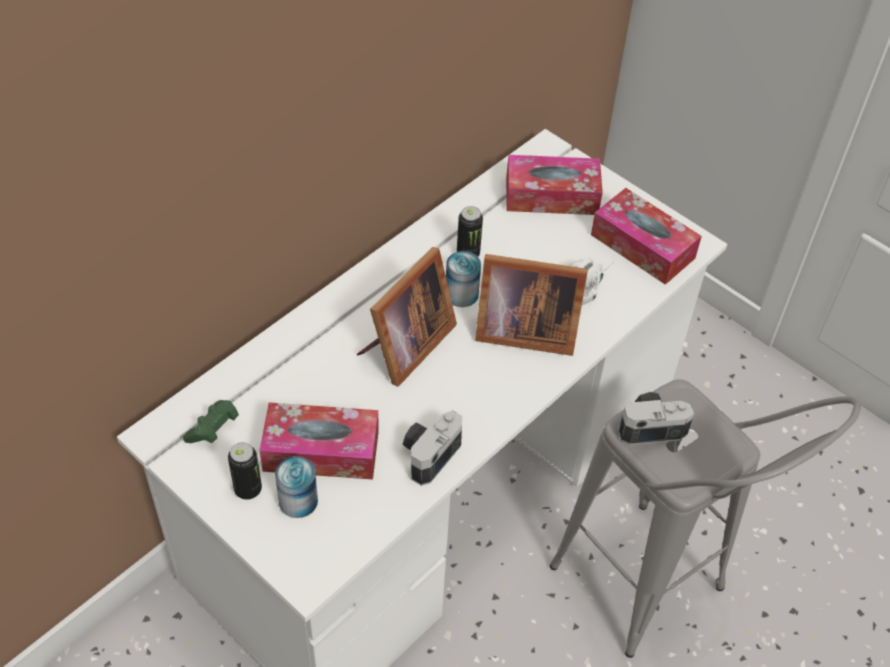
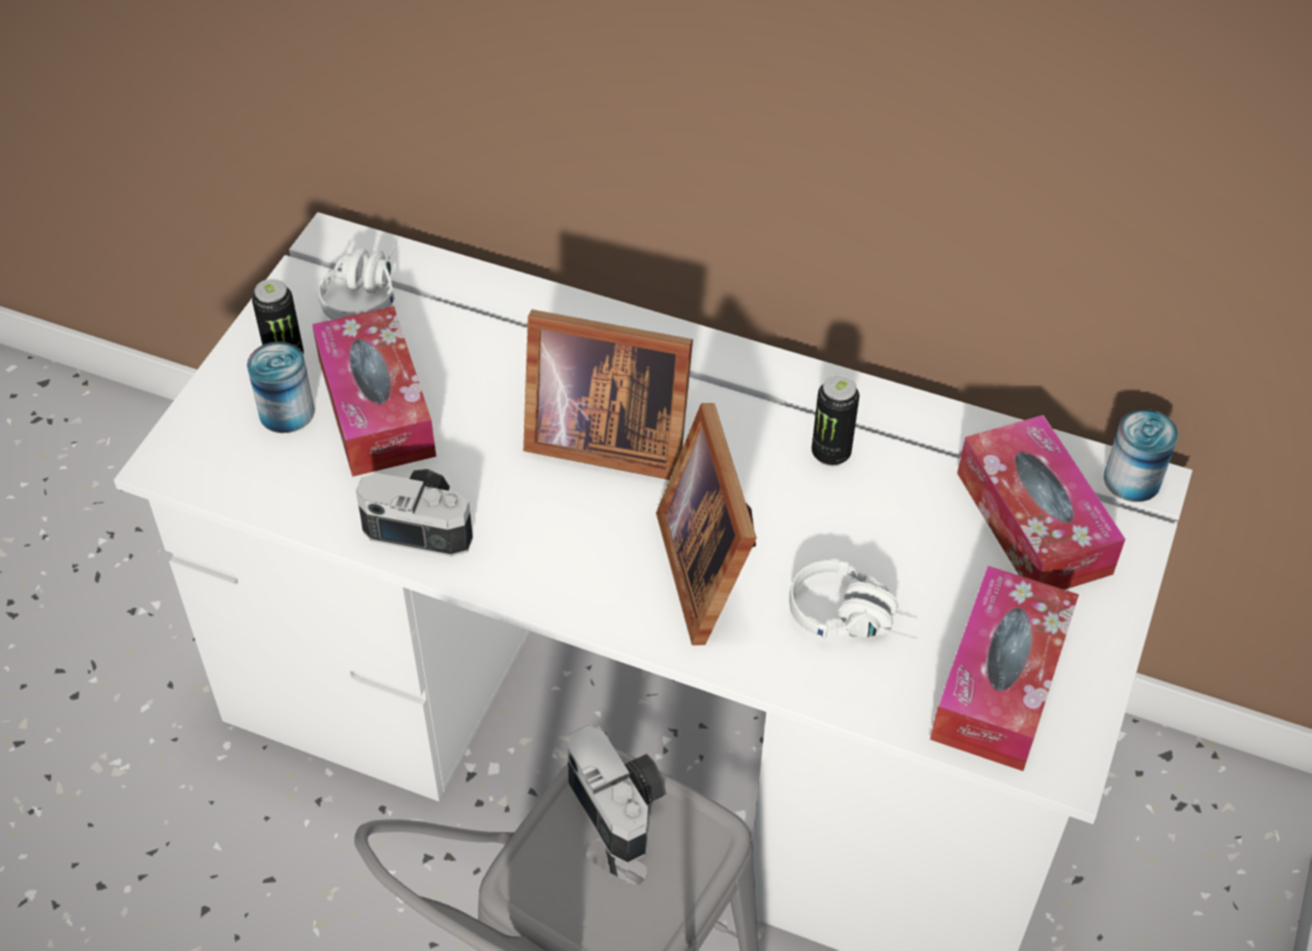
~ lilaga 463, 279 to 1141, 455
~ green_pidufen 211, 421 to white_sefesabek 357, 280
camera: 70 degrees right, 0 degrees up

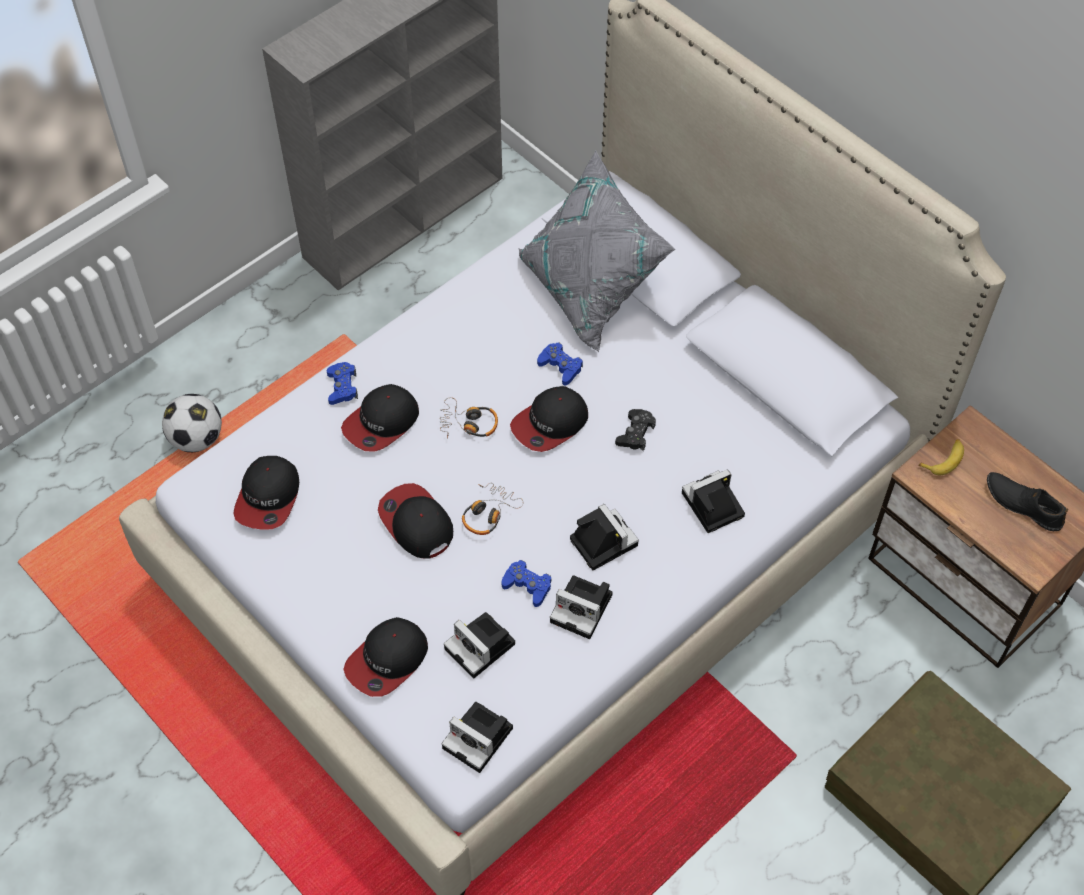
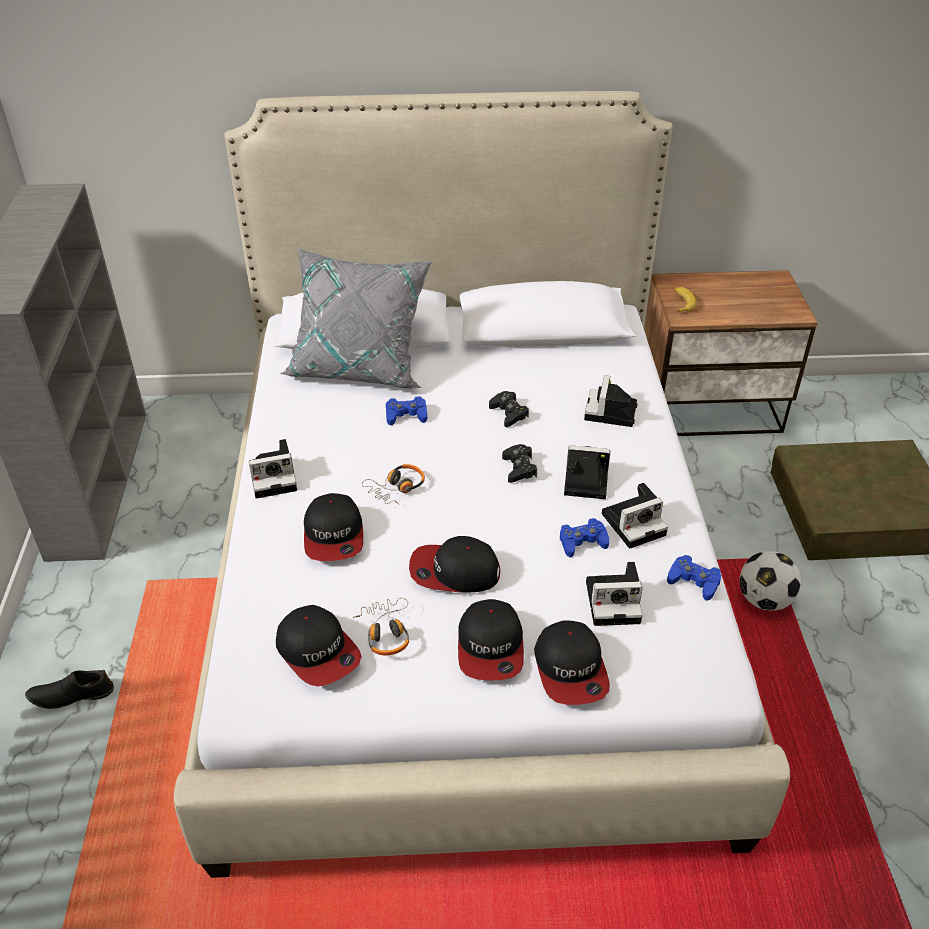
~ blue_pidufen 342, 383 to 694, 578
~ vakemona 549, 419 to 491, 640
~ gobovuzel 192, 423 to 770, 581
~ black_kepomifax 1027, 501 to 69, 689
~ sefesabek 493, 509 to 381, 626
~ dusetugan 477, 737 to 273, 469
+ black_pidufen 519, 463
camera: 50 degrees left, 15 degrees down

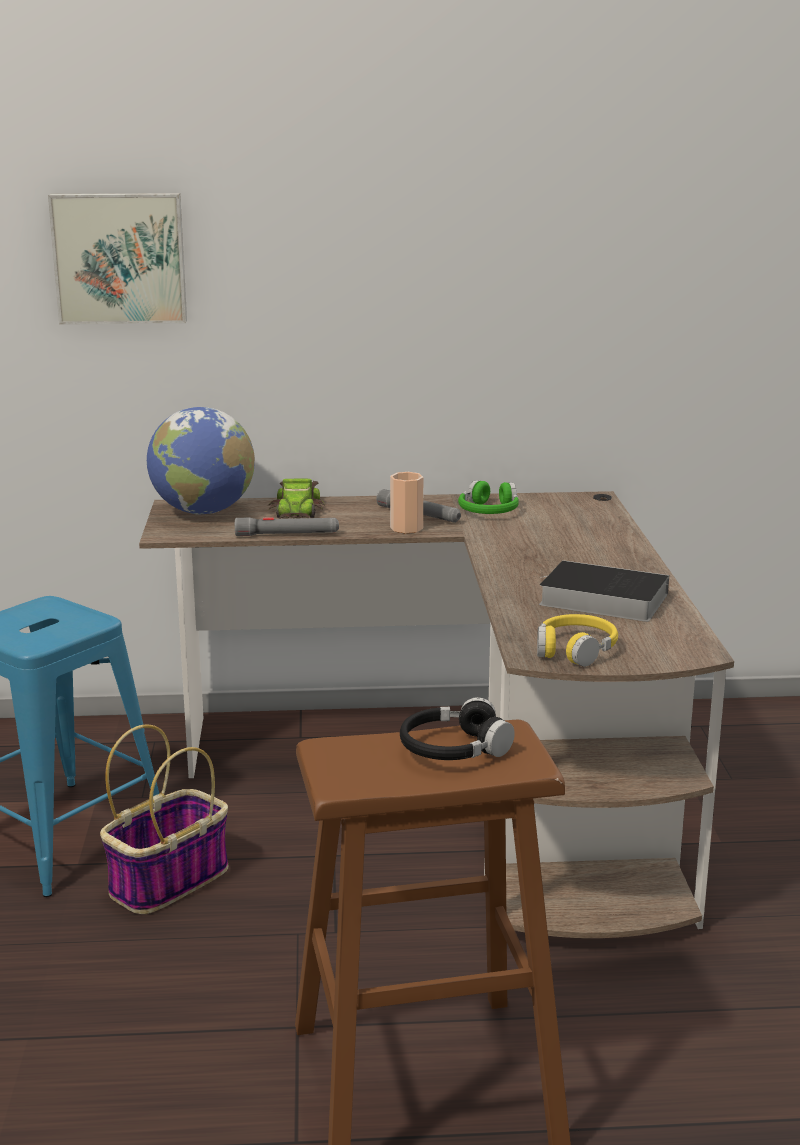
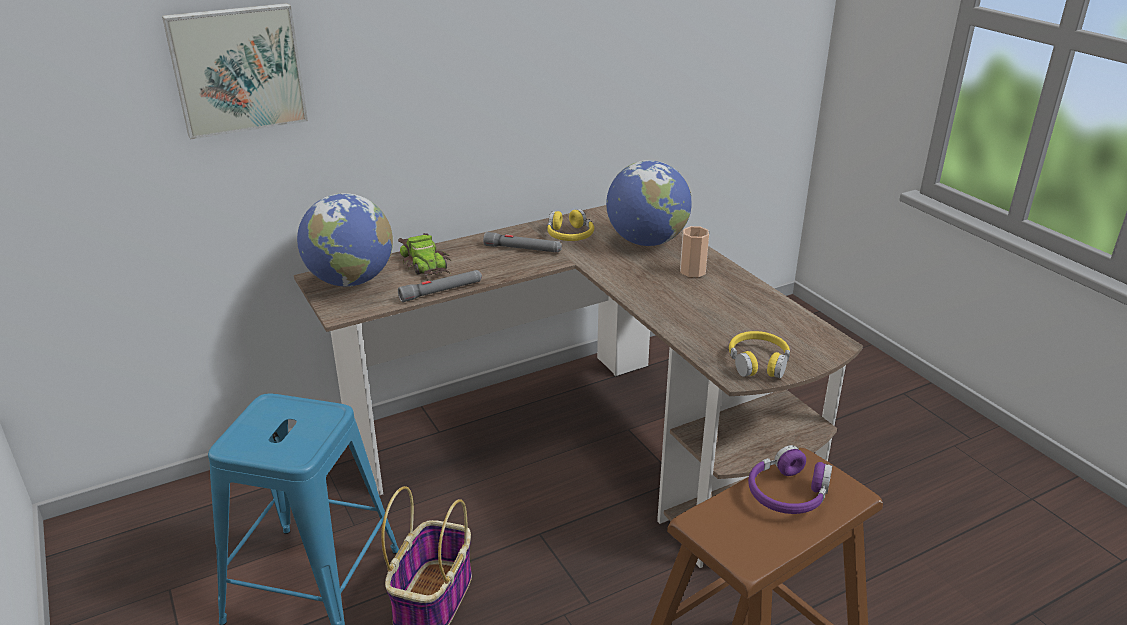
~ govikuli 406, 502 to 694, 251
~ green_sefesabek 488, 497 to yellow_sefesabek 570, 225
- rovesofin 604, 591
~ black_sefesabek 457, 728 to purple_sefesabek 790, 479
+ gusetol 649, 203
camera: 25 degrees left, 10 degrees up

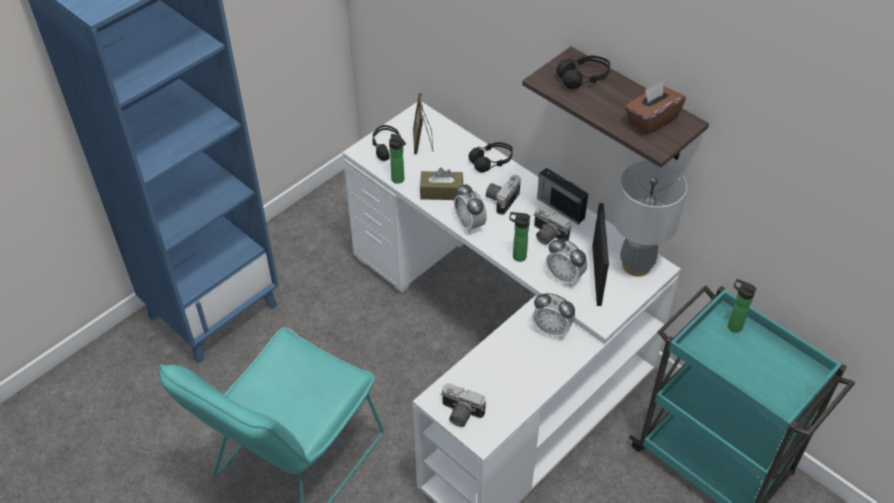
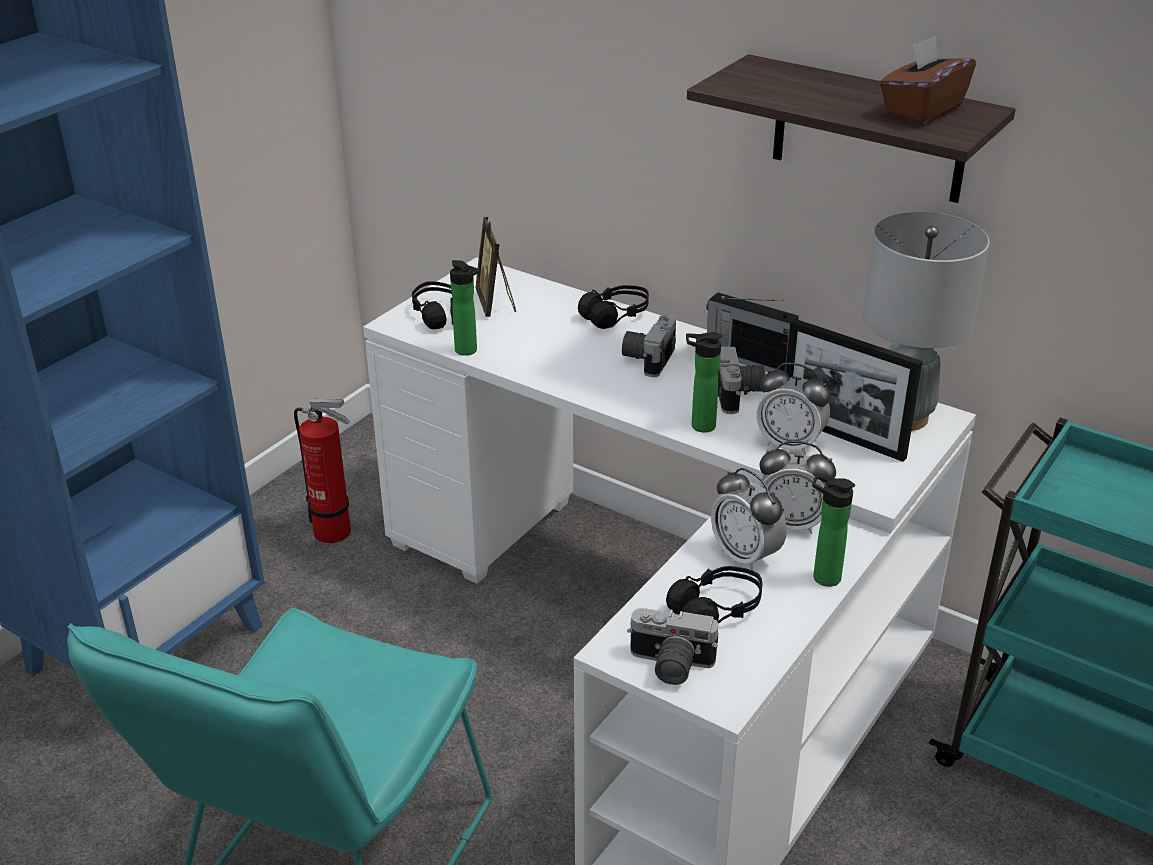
~ black_sefesabek 583, 72 to 714, 595
- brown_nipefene 441, 184
~ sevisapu 470, 208 to 749, 519
~ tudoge 600, 254 = 854, 390 135 degrees clockwise
~ dusetugan 552, 225 = 741, 380 120 degrees counterclockwise
~ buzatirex 742, 306 to 833, 530
+ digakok 322, 471
camera: 10 degrees left, 15 degrees down

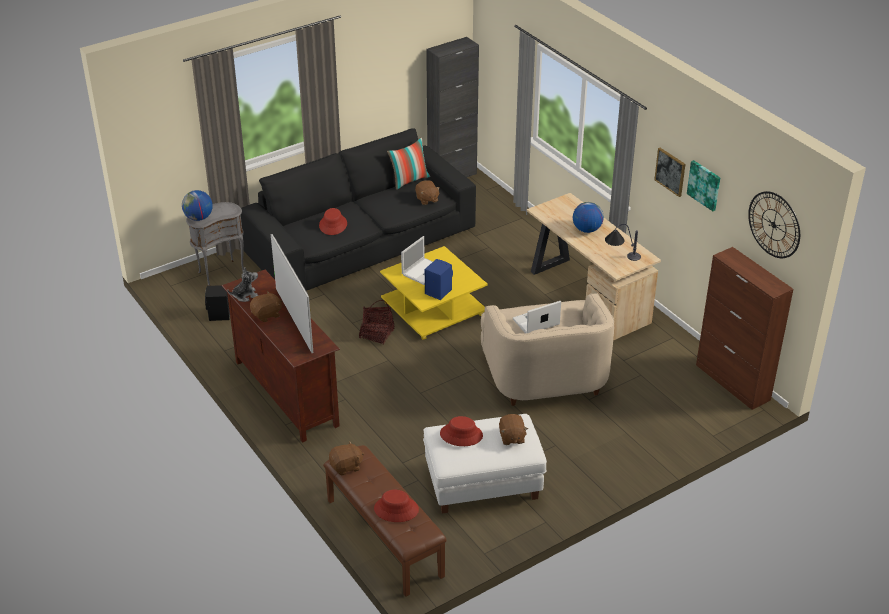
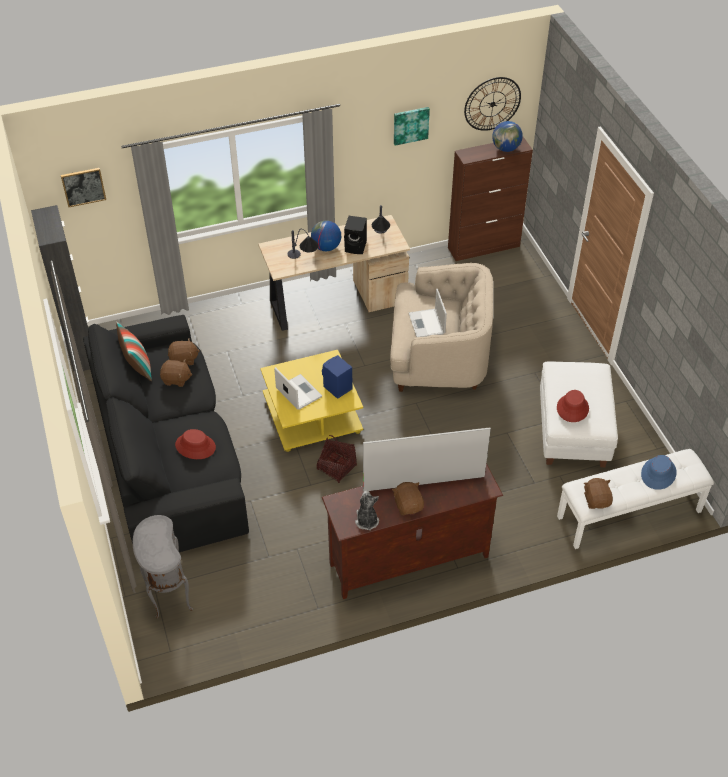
~ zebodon 669, 172 to 83, 188
~ gusetol 197, 205 to 507, 136
~ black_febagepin 217, 303 to 355, 235
~ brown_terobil 513, 429 to 176, 373
~ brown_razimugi 385, 521 to white_razimugi 635, 499
~ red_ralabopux 396, 506 to blue_ralabopux 659, 472
+ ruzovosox 303, 244
camera: 75 degrees left, 10 degrees up

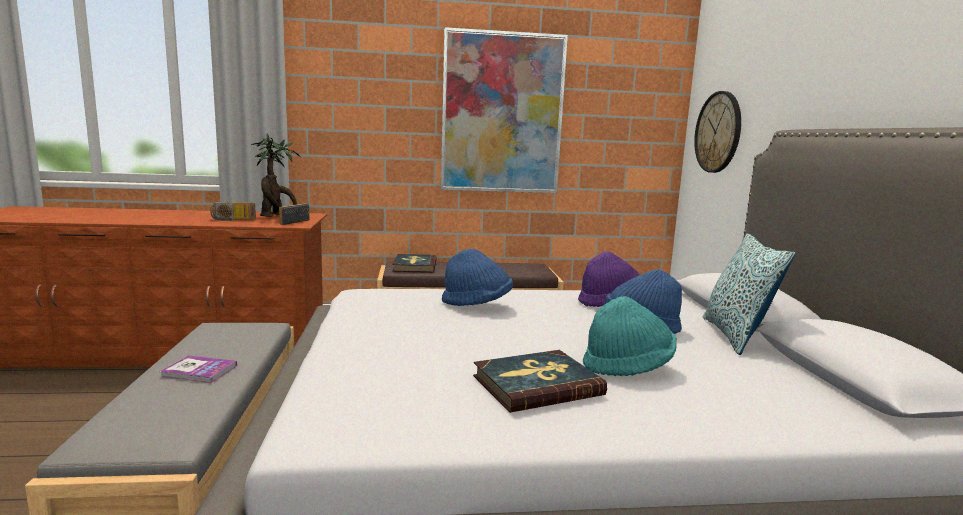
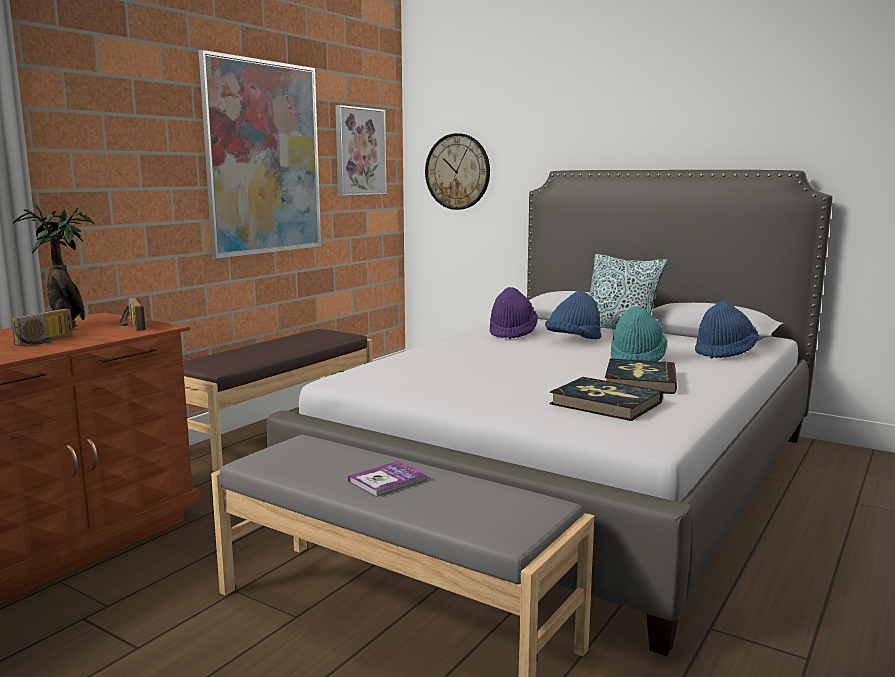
~ blue_ralabopux 477, 277 to 727, 329
~ rovesofin 414, 263 to 606, 399
+ zebodon 361, 150
camera: 50 degrees left, 0 degrees up

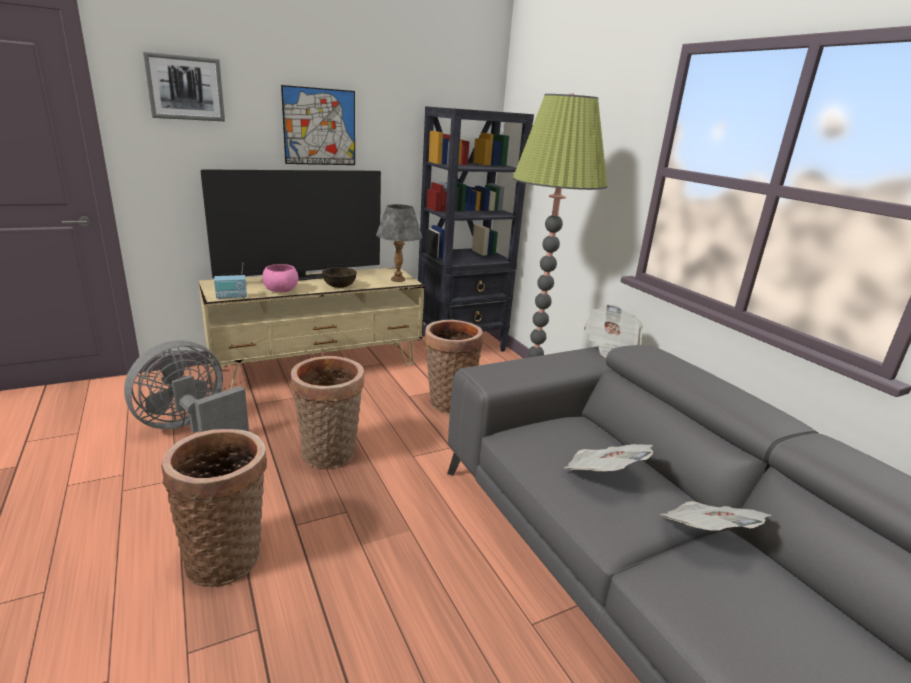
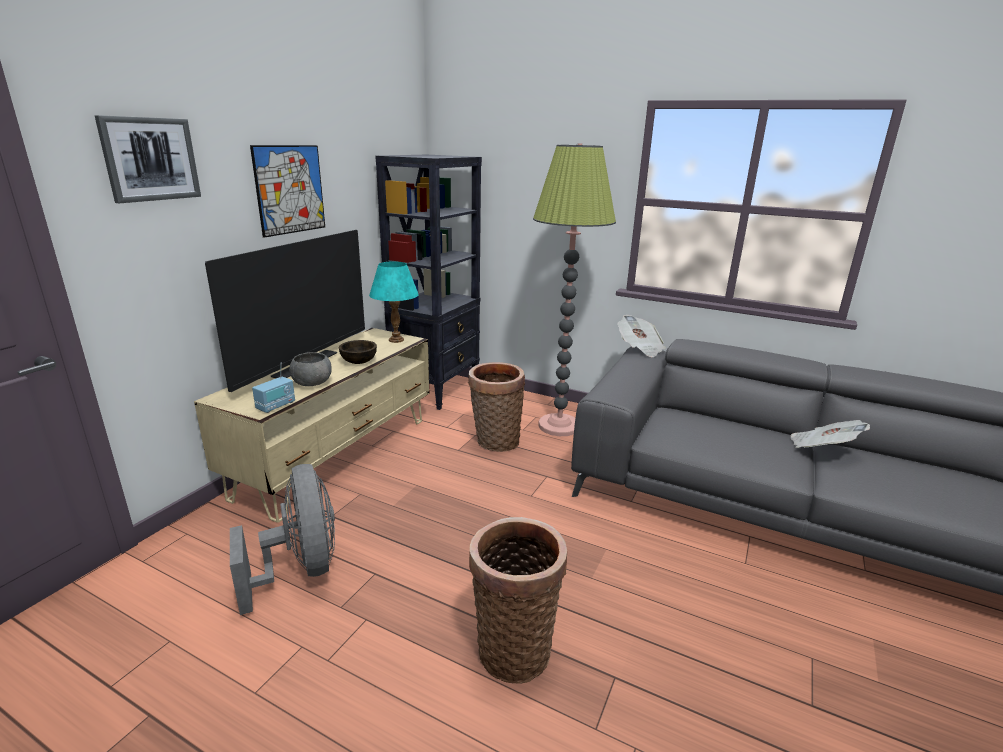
~ grey_ruzovosox 399, 243 to turquoise_ruzovosox 394, 302
~ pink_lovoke 280, 278 to grey_lovoke 310, 369
~ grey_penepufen 186, 387 = 282, 539 150 degrees clockwise
- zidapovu 327, 412
- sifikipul 608, 457
camera: 35 degrees left, 0 degrees up

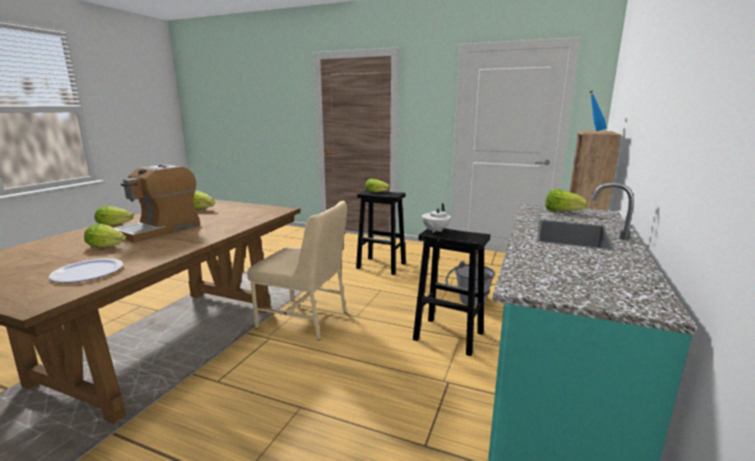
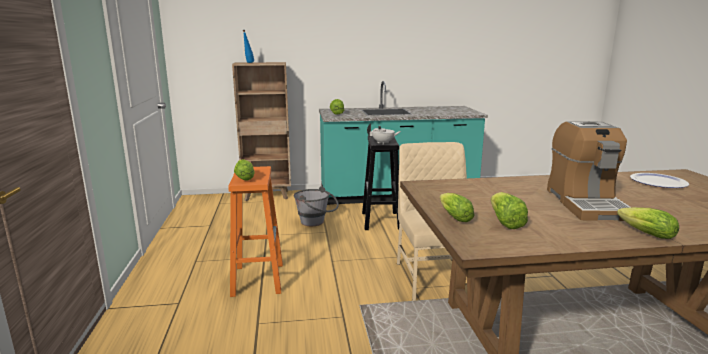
~ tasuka 157, 203 = 589, 171 90 degrees clockwise
~ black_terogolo 381, 232 to orange_terogolo 255, 231
~ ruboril 105, 236 to 457, 207
camera: 120 degrees left, 0 degrees up

